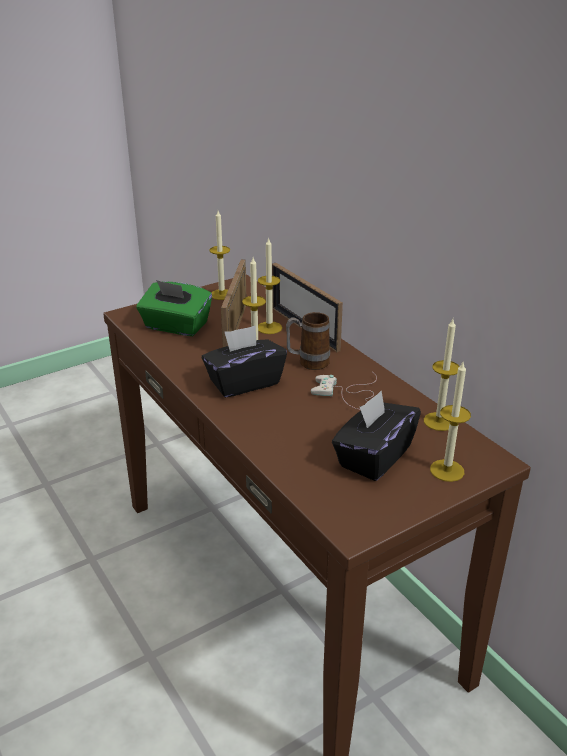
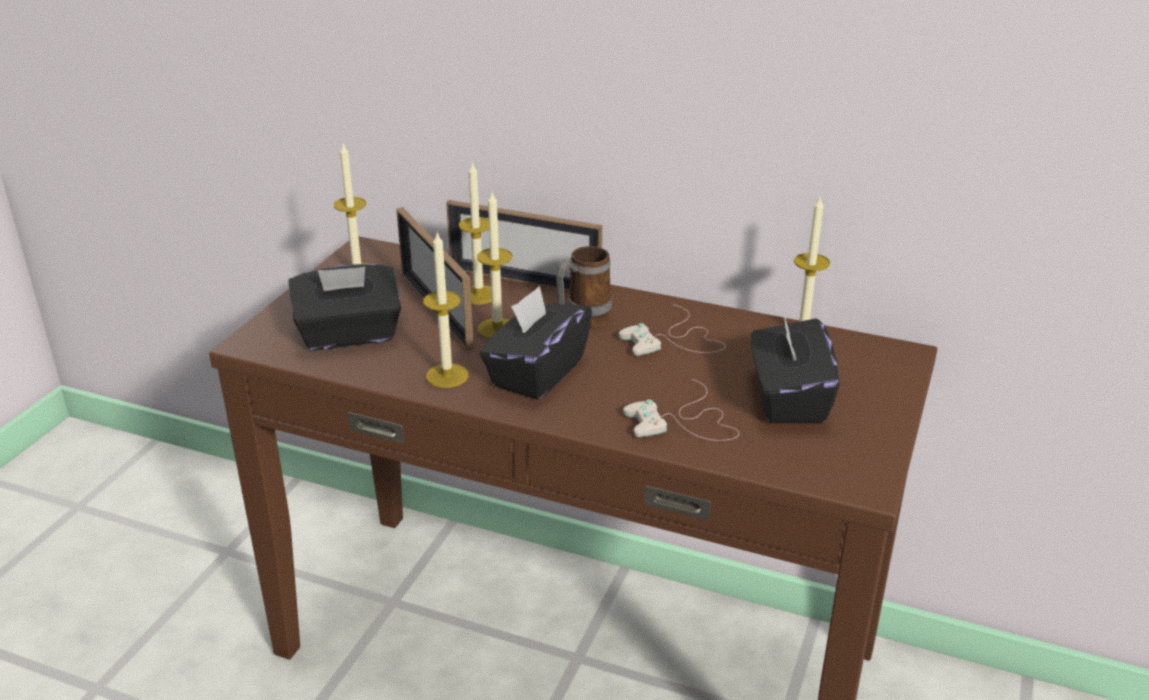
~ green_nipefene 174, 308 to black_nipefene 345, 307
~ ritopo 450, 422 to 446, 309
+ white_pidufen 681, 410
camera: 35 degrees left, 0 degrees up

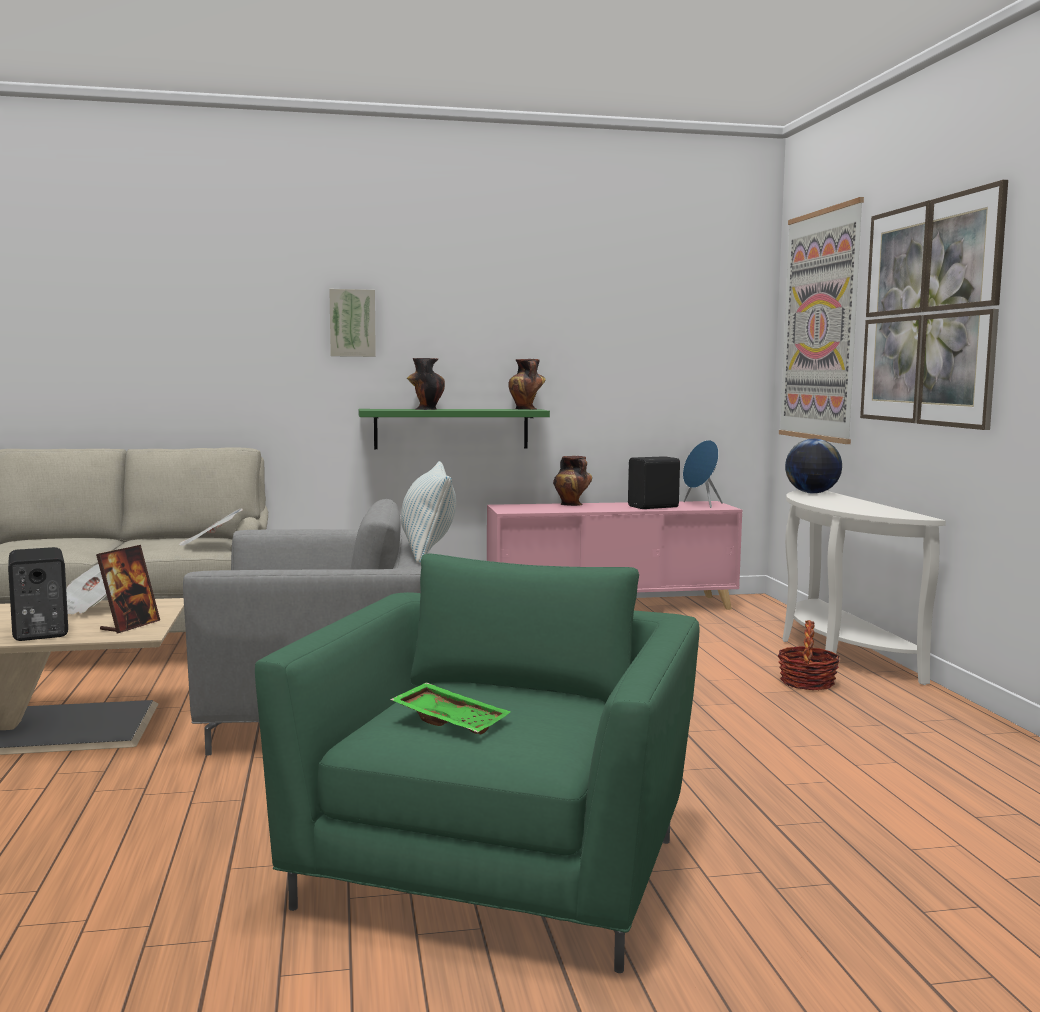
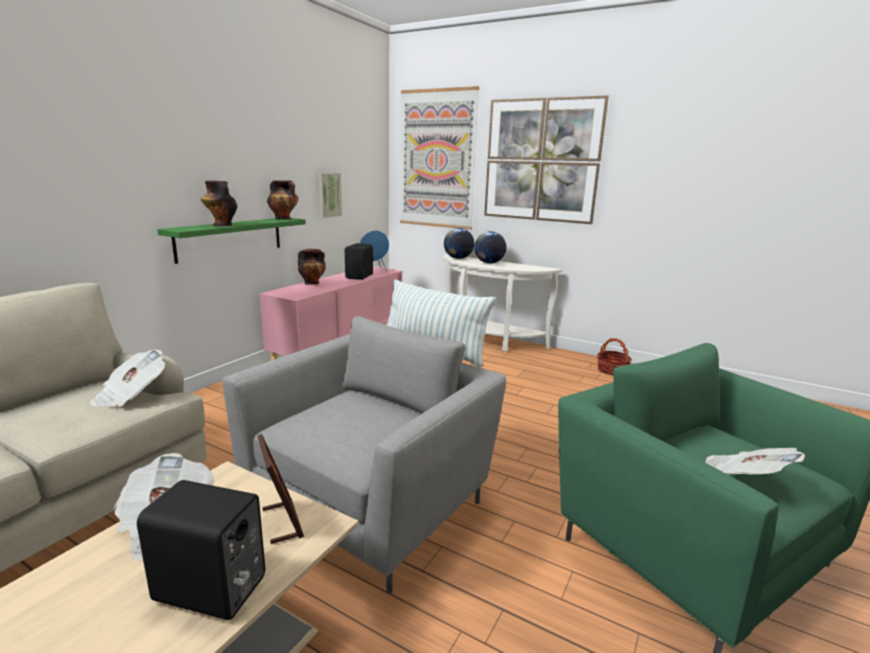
~ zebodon 352, 323 to 330, 195
~ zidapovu 809, 655 to 614, 356
~ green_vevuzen 450, 708 to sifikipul 755, 461
+ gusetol 490, 247
camera: 50 degrees left, 10 degrees up

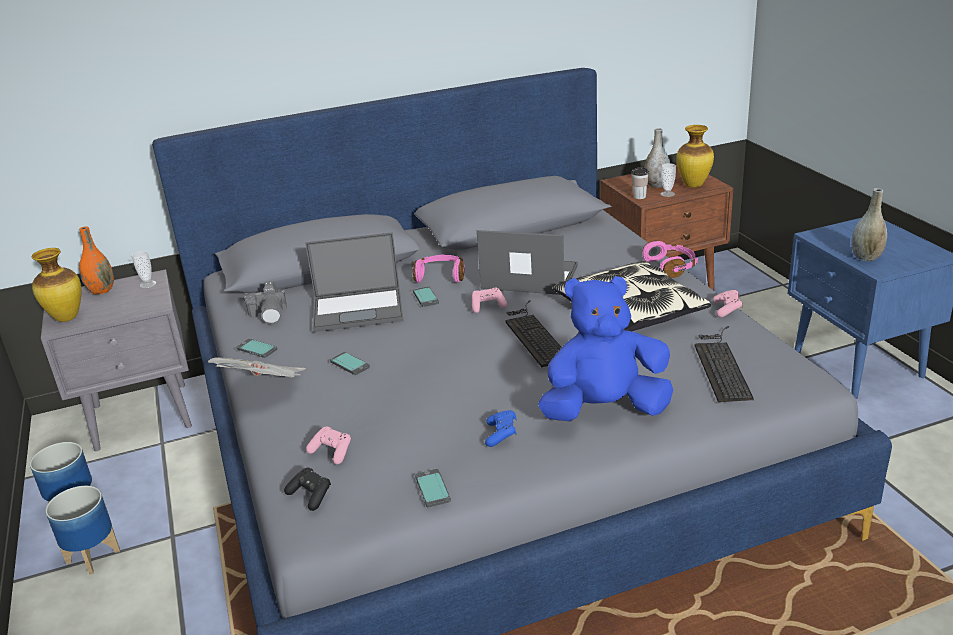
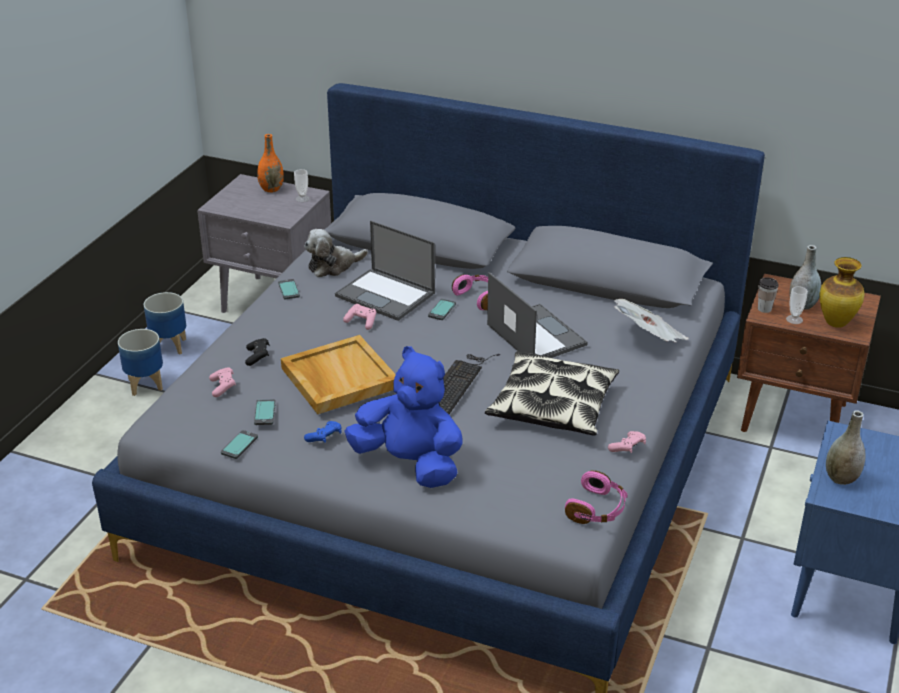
~ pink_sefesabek 670, 259 to 596, 497
- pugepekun 57, 285
~ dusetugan 265, 302 to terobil 336, 253
~ pink_pidufen 489, 300 to 359, 317
- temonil 724, 364
~ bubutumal 350, 363 to 265, 412
~ sifikipul 257, 367 to 651, 320
~ black_pidufen 307, 489 to 257, 352
+ beige_vevuzen 338, 374
camera: 40 degrees right, 5 degrees up

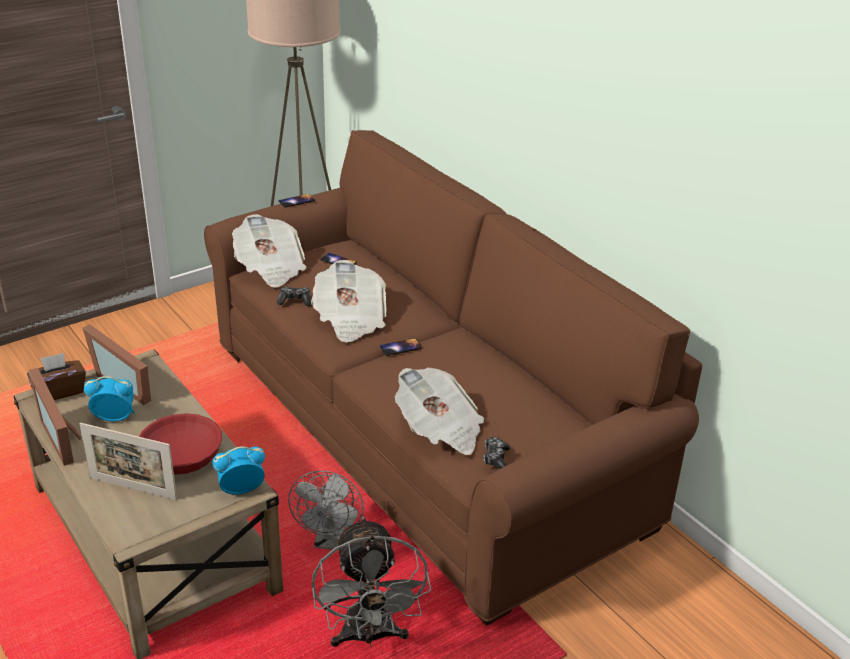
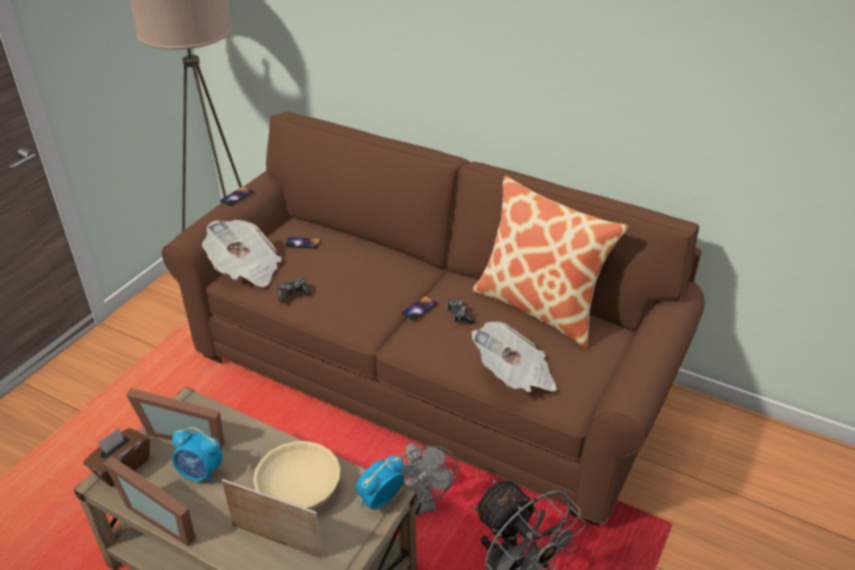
- sifikipul 349, 301
~ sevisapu 109, 399 = 197, 455 135 degrees counterclockwise
~ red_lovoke 180, 444 to beige_lovoke 296, 475
~ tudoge 128, 461 = 272, 519 150 degrees counterclockwise
~ pidufen 497, 453 to 460, 311
+ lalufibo 550, 262
camera: 25 degrees left, 5 degrees up

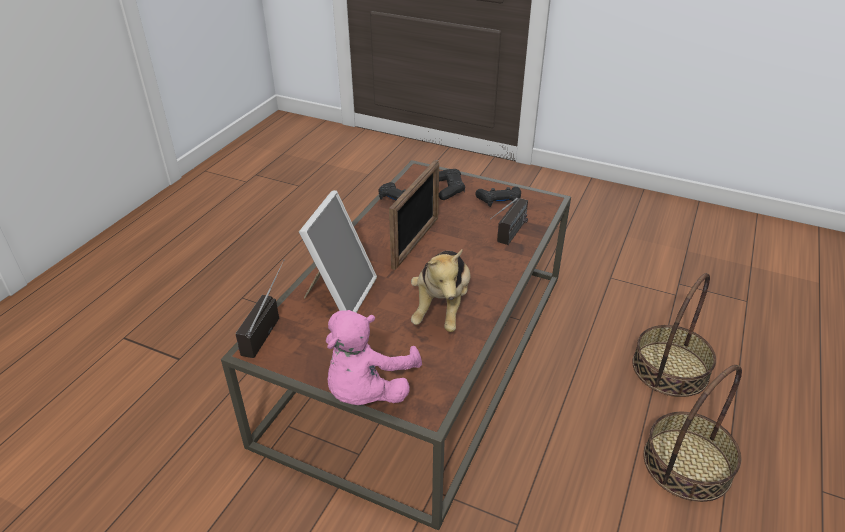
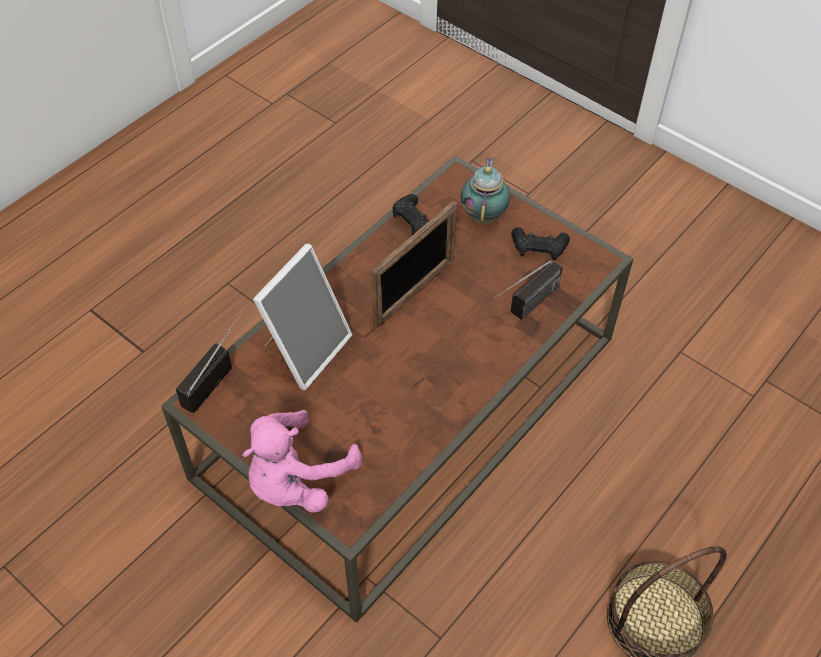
~ black_pidufen 452, 184 to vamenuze 485, 191
- terobil 440, 291
- zidapovu 674, 335
camera: 15 degrees right, 15 degrees up

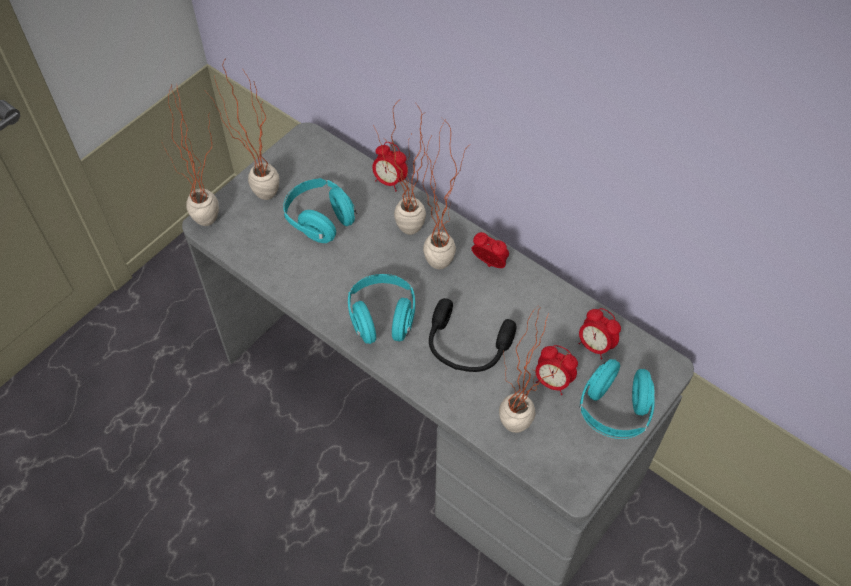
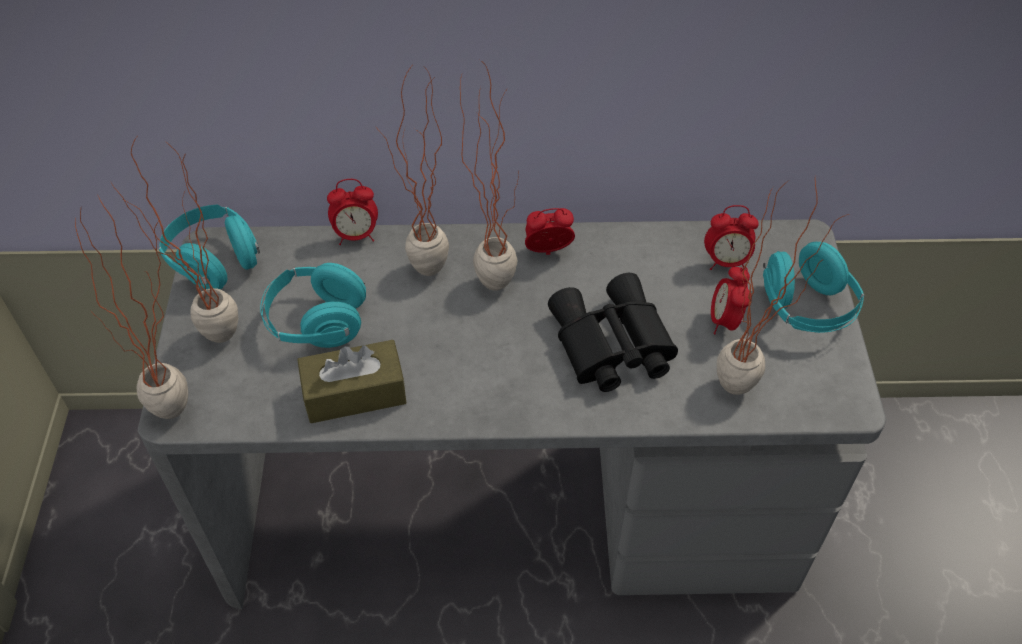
~ turquoise_sefesabek 381, 309 to 209, 247
~ black_sefesabek 472, 335 to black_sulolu 613, 332
~ sevisapu 556, 370 = 731, 300 105 degrees clockwise
+ brown_nipefene 351, 381
camera: 40 degrees left, 5 degrees down

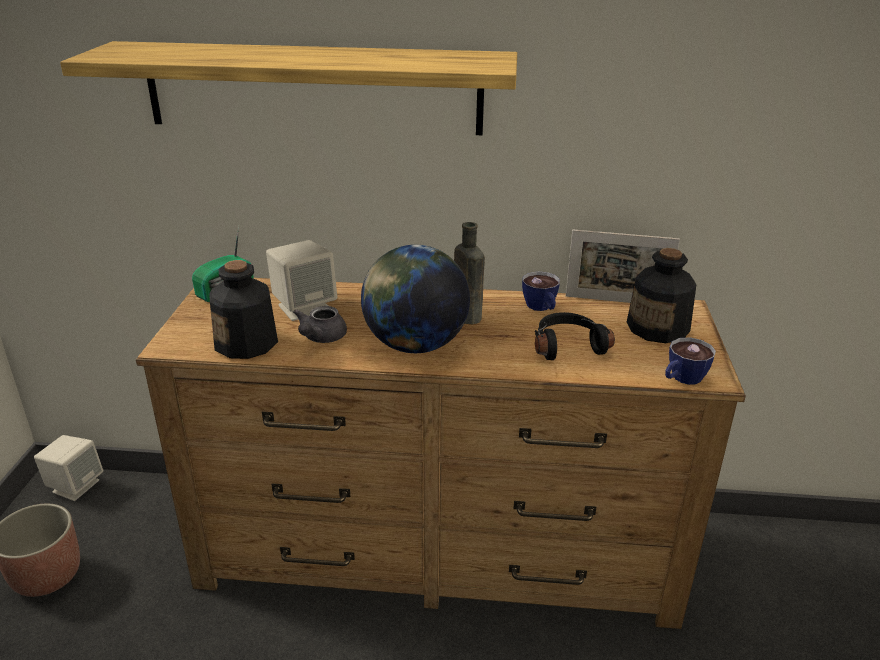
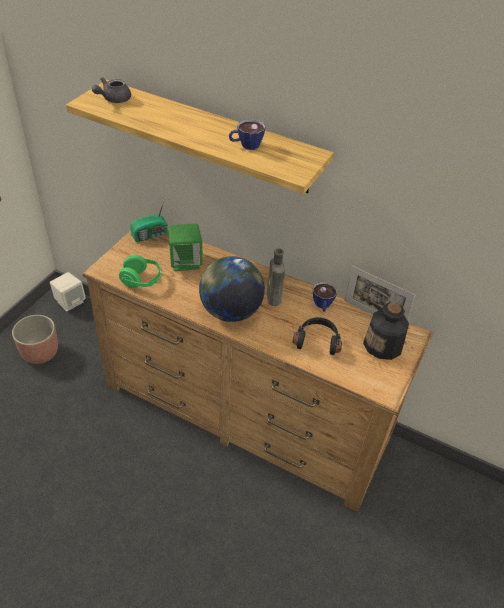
~ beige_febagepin 301, 280 to green_febagepin 185, 247
~ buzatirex 243, 309 to green_sefesabek 140, 271
~ grey_vamenuze 320, 324 to 111, 90
~ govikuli 690, 361 to 247, 134
camera: 20 degrees right, 15 degrees up

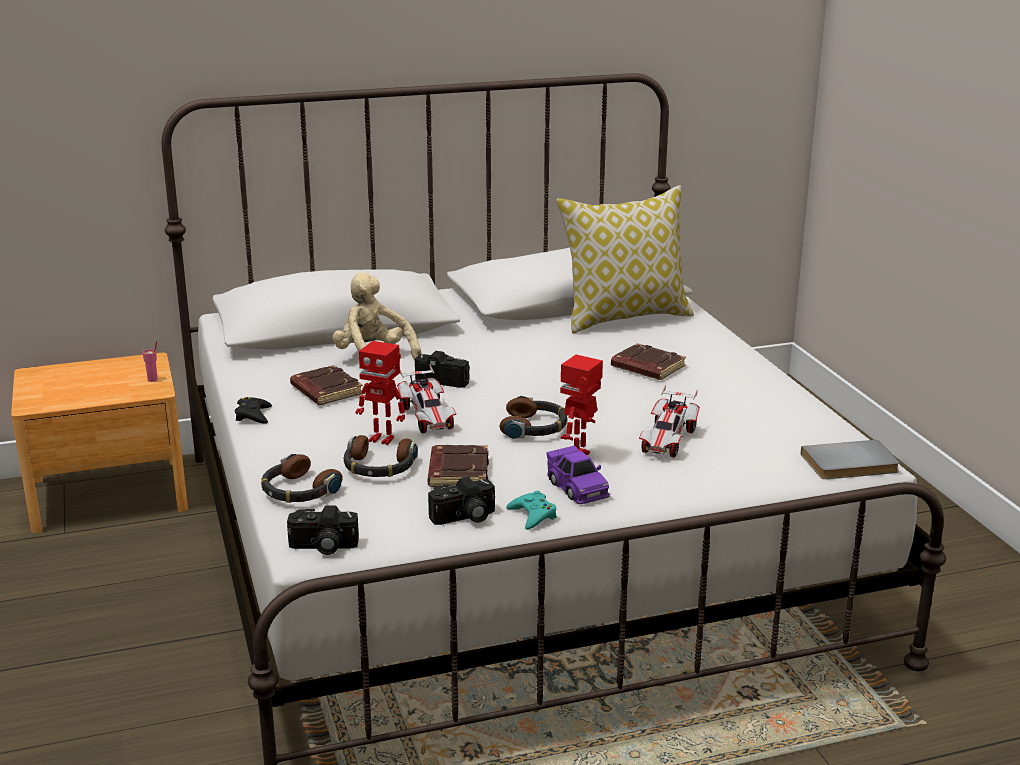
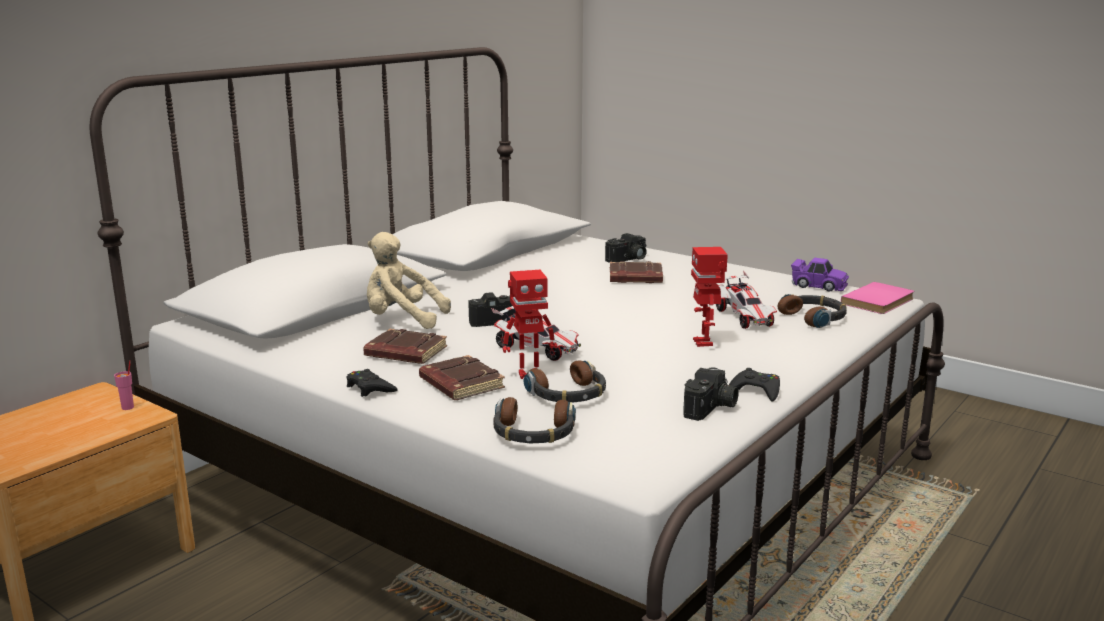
- lalufibo 625, 259
~ sefesabek 533, 417 to 812, 311
~ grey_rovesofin 850, 459 to pink_rovesofin 877, 298
~ brown_rovesofin 458, 466 to 462, 377
~ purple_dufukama 578, 475 to 820, 274
~ turquoise_pidufen 531, 510 to black_pidufen 754, 384
~ dusetugan 323, 530 to 626, 248
camera: 35 degrees left, 5 degrees down

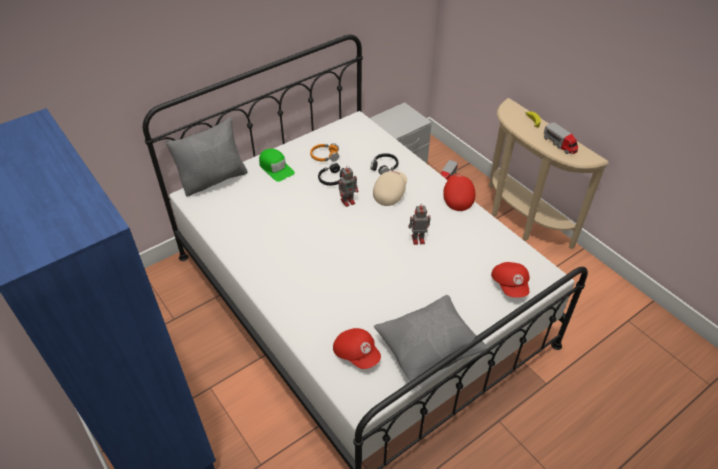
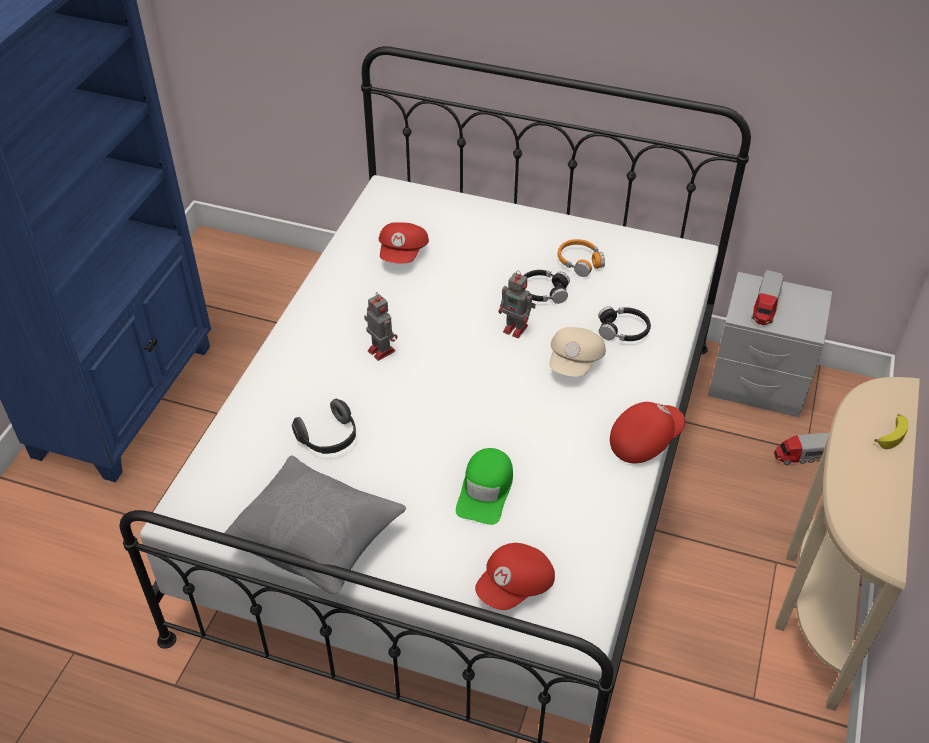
- grey_lalufibo 206, 157
~ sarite 561, 138 to 767, 297
~ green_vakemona 277, 165 to 484, 486
~ beige_vakemona 390, 188 = 578, 352 120 degrees clockwise
~ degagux 419, 224 to 381, 326
~ red_vakemona 357, 348 to 404, 242
+ sefesabek 324, 426
camera: 55 degrees right, 0 degrees up

